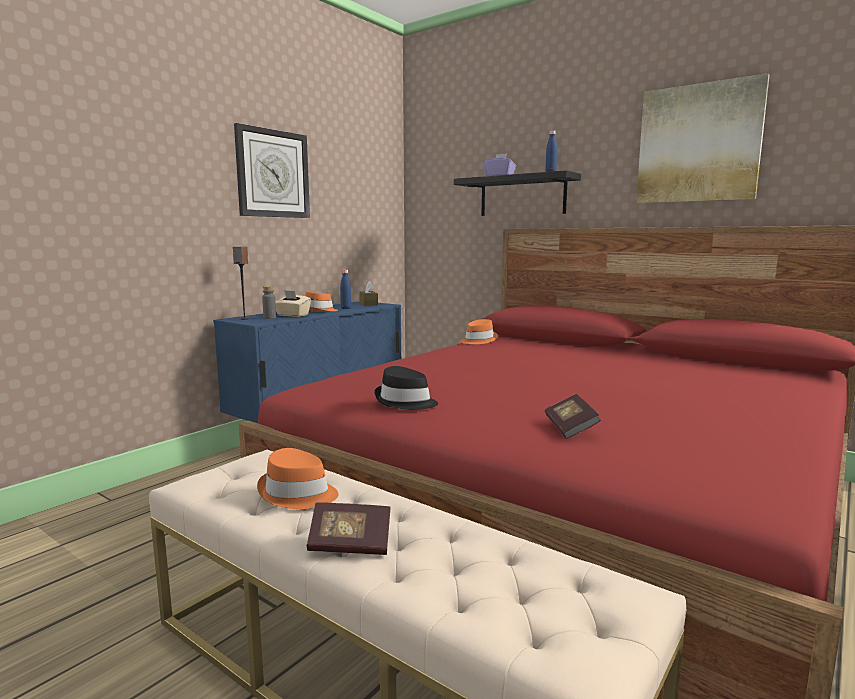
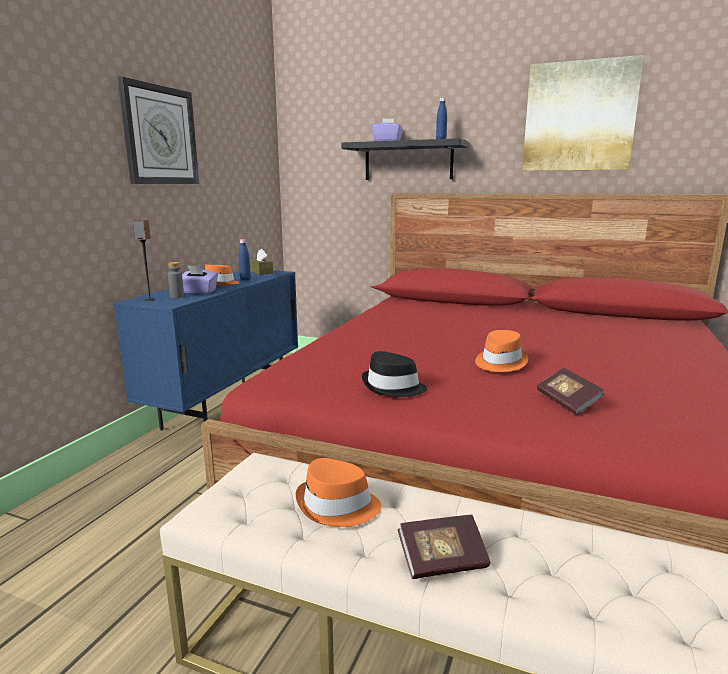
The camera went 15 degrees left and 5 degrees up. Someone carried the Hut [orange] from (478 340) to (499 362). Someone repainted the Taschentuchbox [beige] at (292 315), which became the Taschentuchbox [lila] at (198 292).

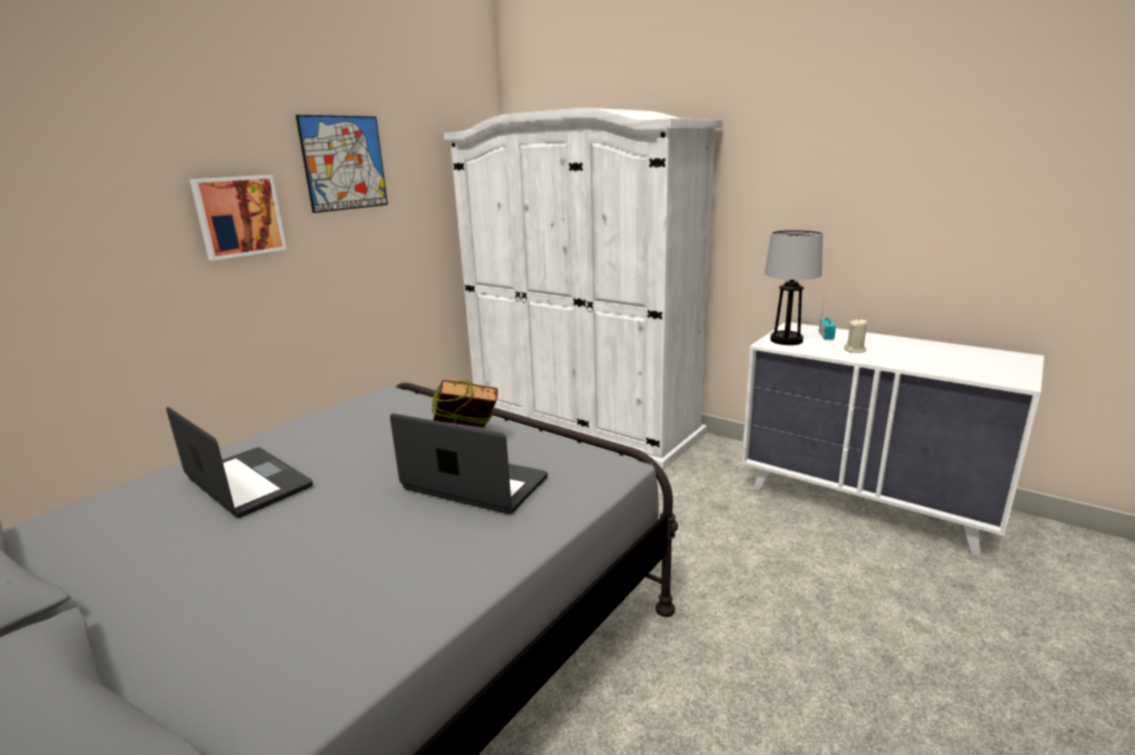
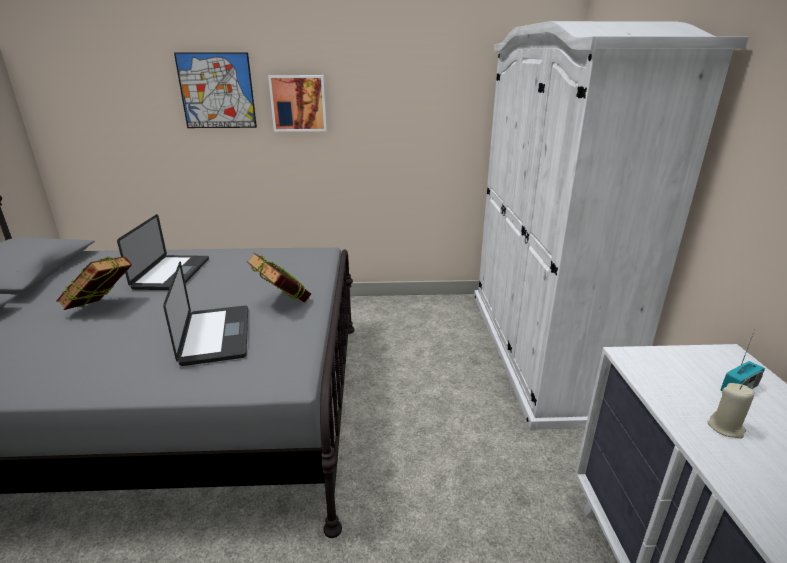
The camera went 50 degrees right and 5 degrees up. Someone took away the Tischlampe at (787 340). Someone put down the Buch at (103 308). Someone carried the Bild from (344 163) to (217 91).

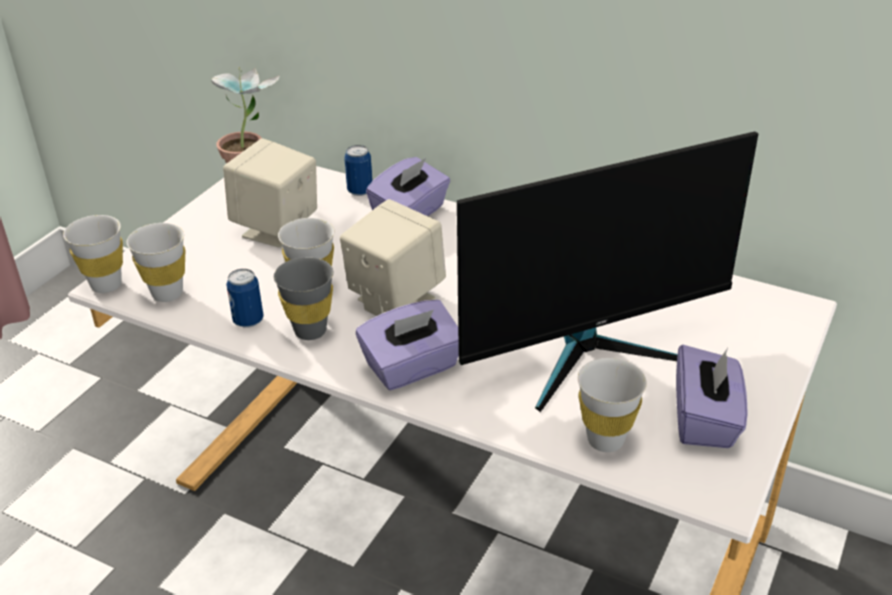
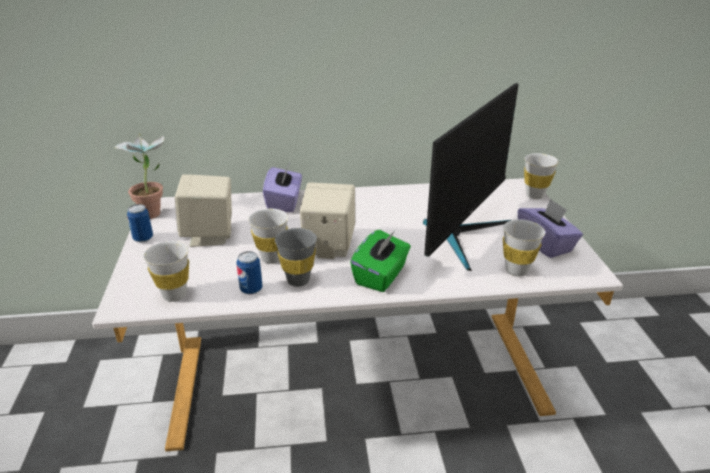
The camera went 35 degrees left and 5 degrees down. Someone carried the Tasse [weiß] from (106 285) to (534 195). Someone carried the Dose from (360 191) to (143 238). Someone repainted the Taschentuchbox [lila] at (412 367), which became the Taschentuchbox [grün] at (381 276).

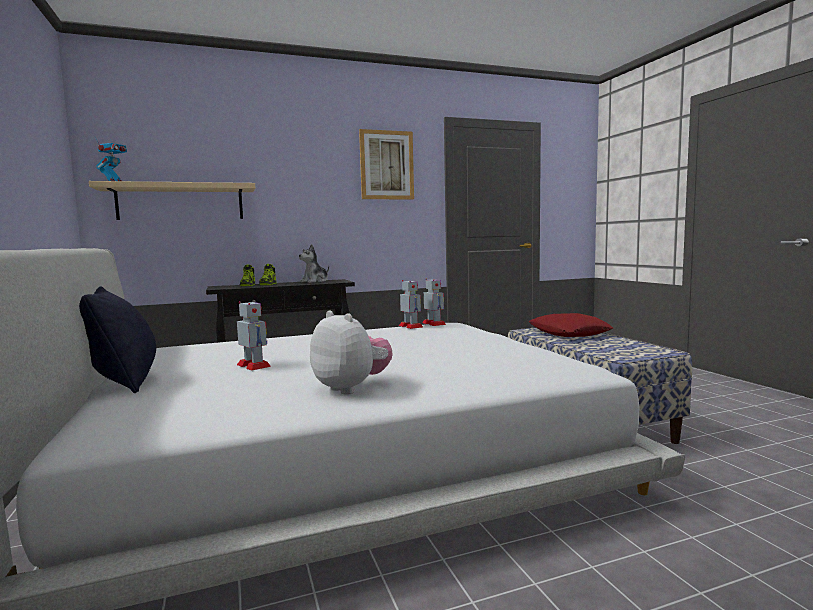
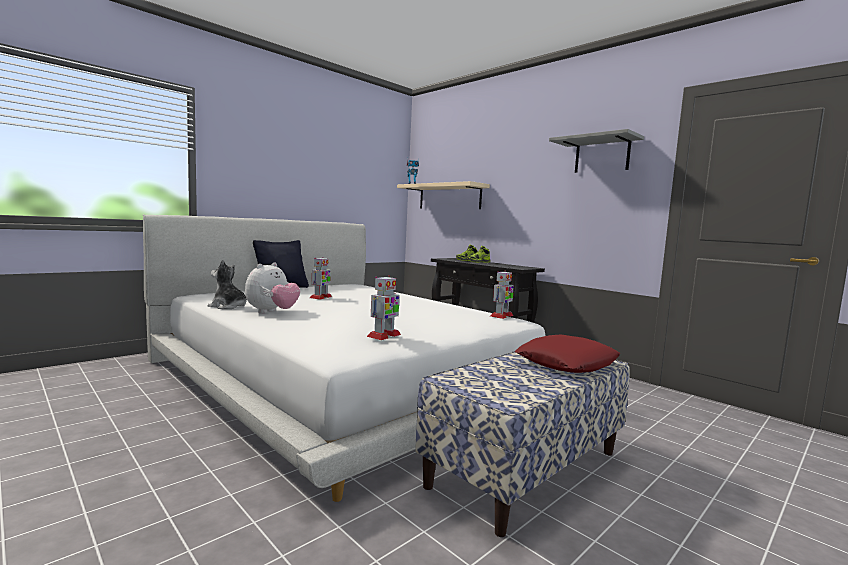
The camera went 65 degrees right and 0 degrees up. Someone carried the Plüschtier from (315 281) to (228 306). Someone carried the Spielzeugroboter from (411 326) to (384 336). Someone swapped the Bild at (386 165) for the Wandregal [grau] at (602 155).

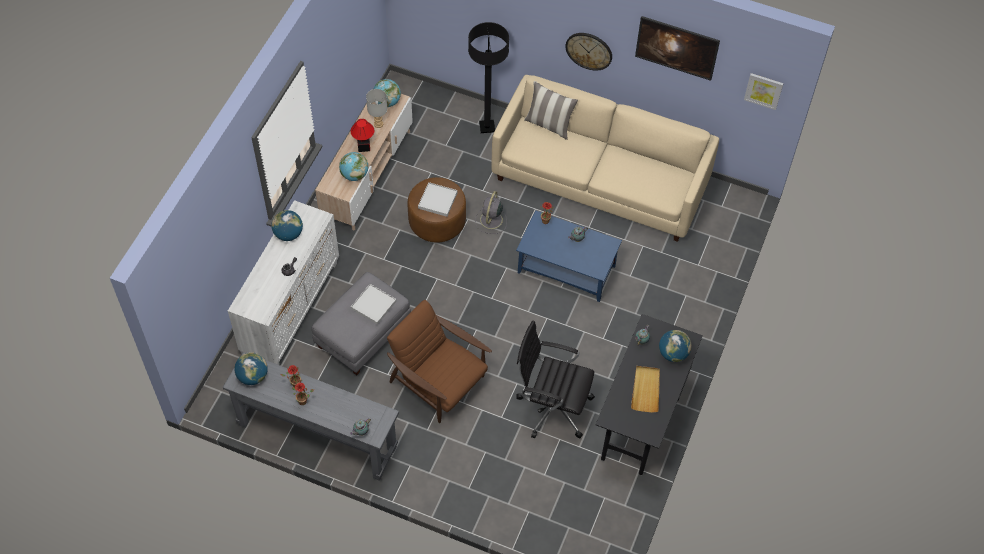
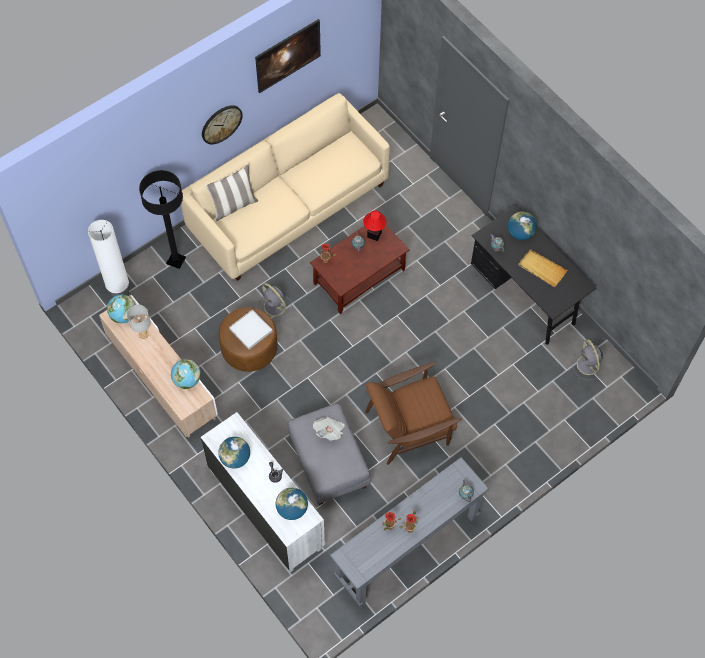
The camera went 60 degrees left and 5 degrees up. Someone took away the Bürostuhl [schwarz] at (552 407). Someone took away the Bild at (763 90). Someone put down the Stehlampe [weiß] at (120 292). Someone put down the Ventilator [grau] at (588 366). Someone carried the Globus from (253 376) to (292 509). Someone carried the Tischlampe from (364 147) to (374 234). Someone swapped the Tablett [weiß] at (374 305) for the Zeitung at (329 431). Someone repainted the Couchtisch [blau] at (567 269), which became the Couchtisch [braun] at (359 276).

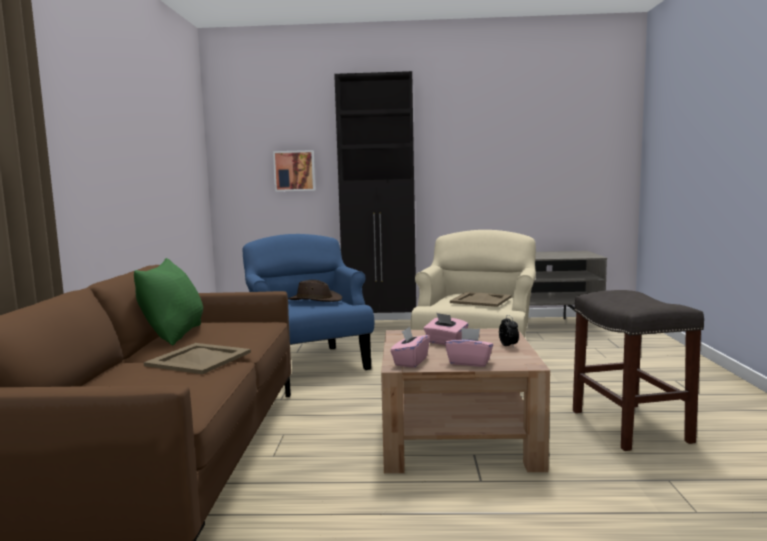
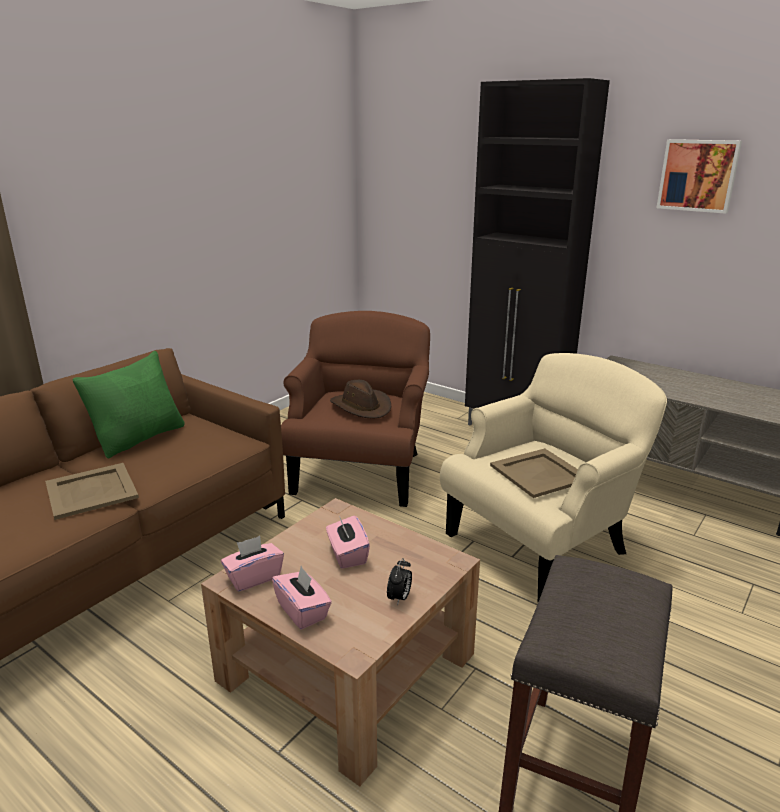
The camera went 35 degrees right and 15 degrees up. Someone carried the Bild from (294 171) to (698 175). Someone repainted the Sessel [blau] at (308 363), which became the Sessel [braun] at (360 471).

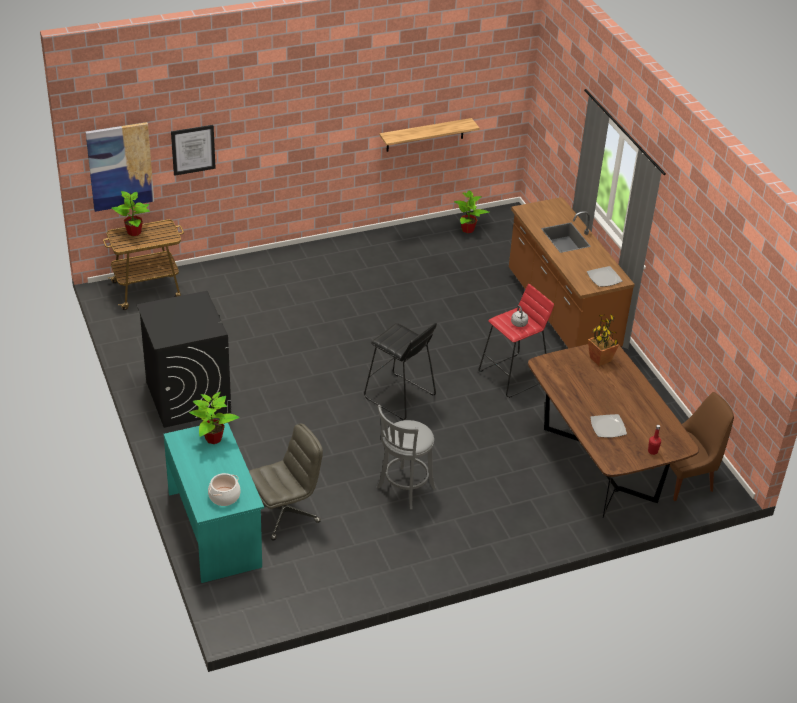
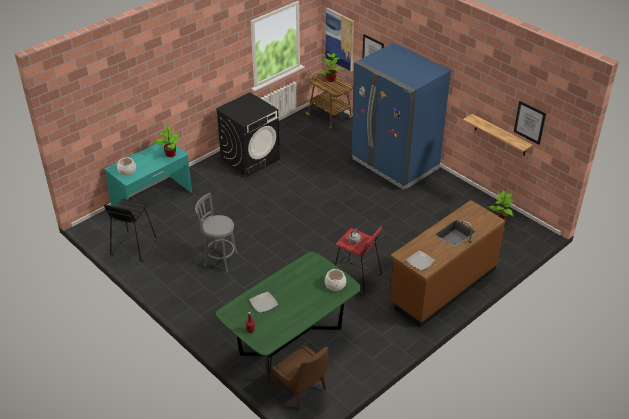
The camera went 70 degrees right and 0 degrees up. Someone took away the Bürostuhl [grau] at (285 514). Someone put down the Kühlschrank [blau] at (394 164). Someone put up the Bild at (530 122). Someone carried the Hocker [schwarz] from (399 397) to (133 247). Someone swapped the Topfpflanze at (600 359) for the Kochtopf at (335 285). Someone repainted the Esstisch [braun] at (599 465), which became the Esstisch [grün] at (291 342).

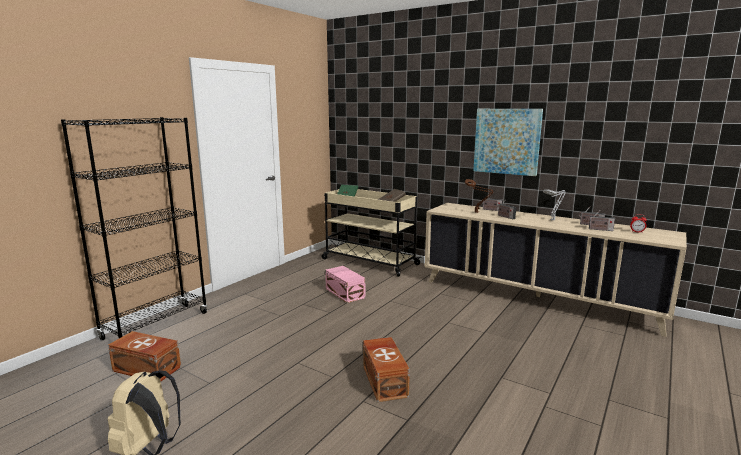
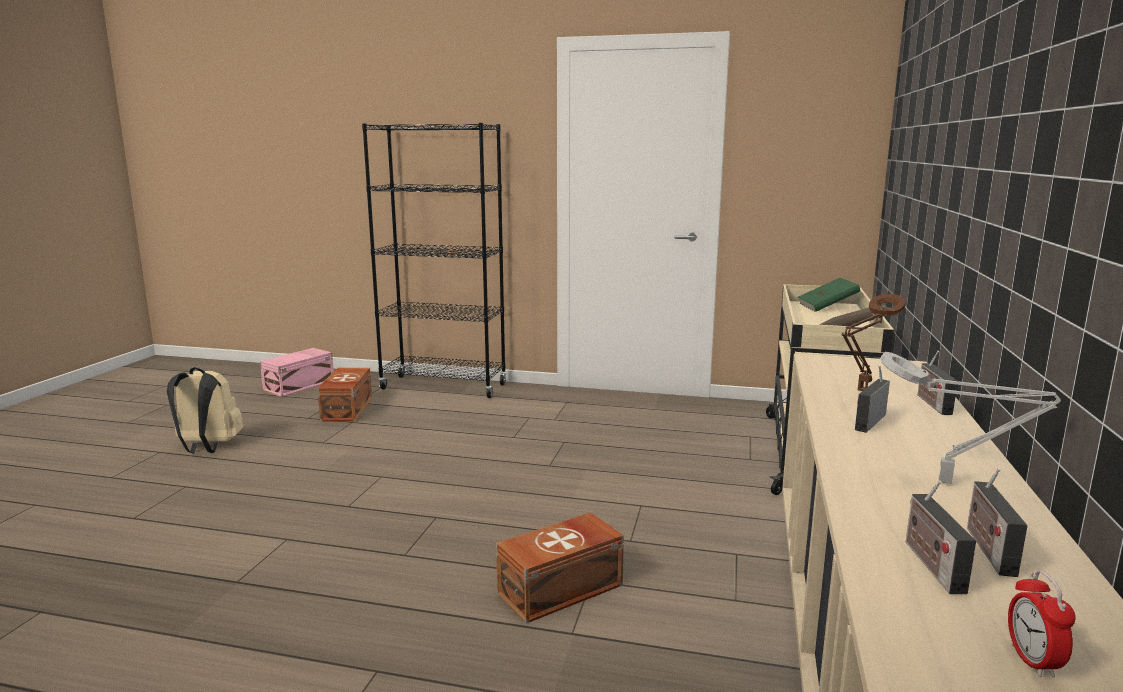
The camera went 70 degrees right and 0 degrees up. Someone took away the Bild at (507 141). Someone carried the Aufbewahrungsbox [rosa] from (345 293) to (300 385). Someone carried the Aufbewahrungsbox [braun] from (385 380) to (562 589).

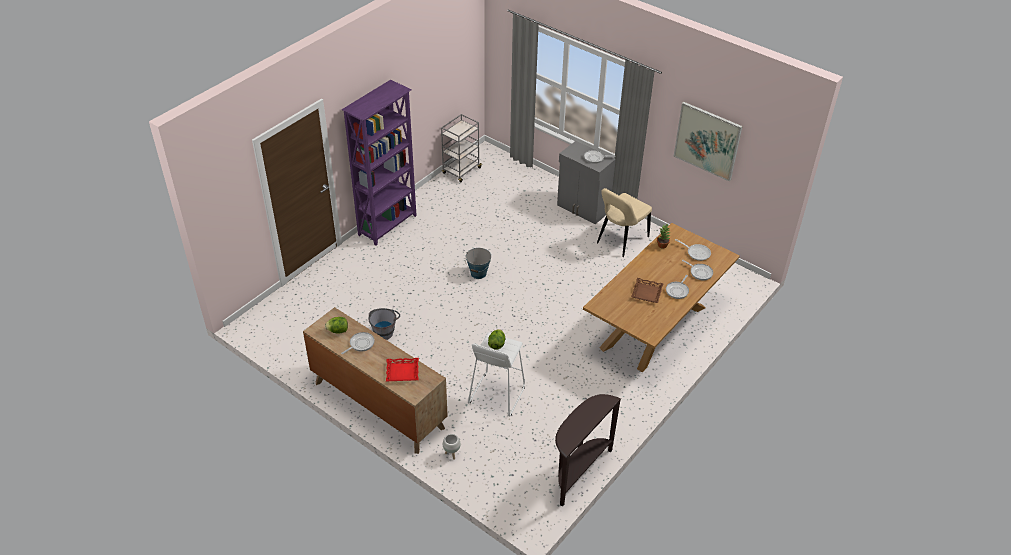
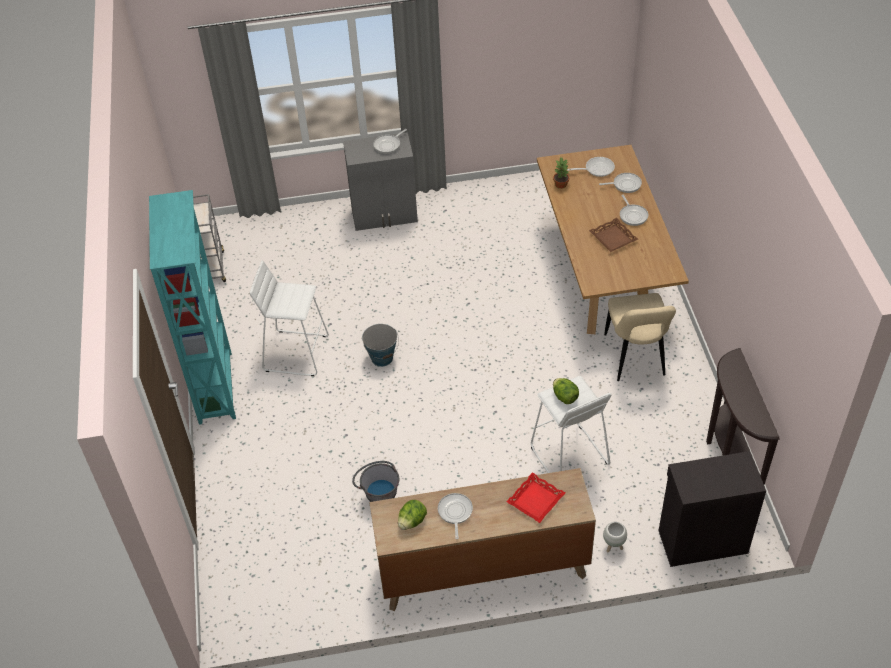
The camera went 45 degrees left and 5 degrees up. Someone took away the Bild at (707 141). Someone put down the Hocker [weiß] at (296 352). Someone put down the Schrank [schwarz] at (701 540). Someone carried the Stuhl [beige] from (621 241) to (635 358). Someone repainted the Bücherregal [lila] at (388 225), which became the Bücherregal [türkis] at (216 387).

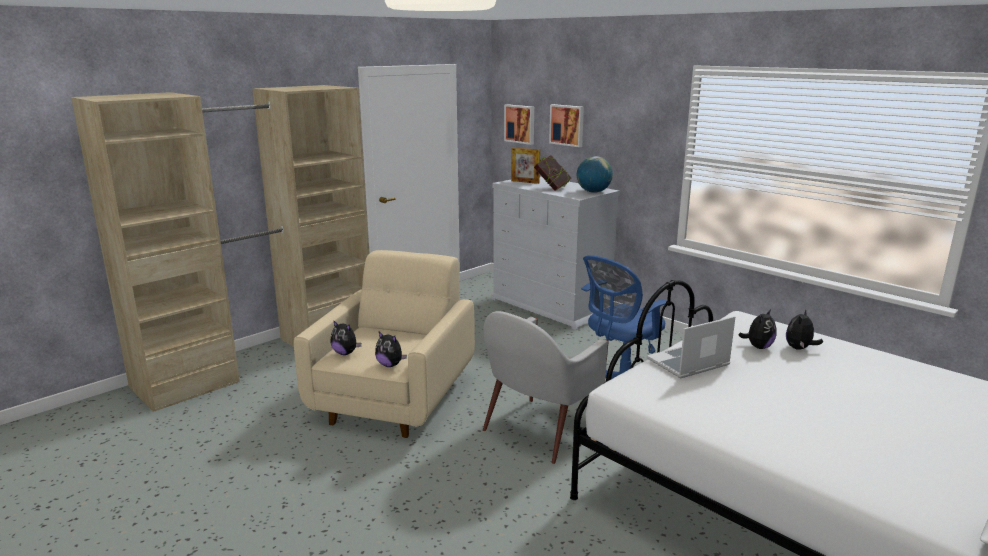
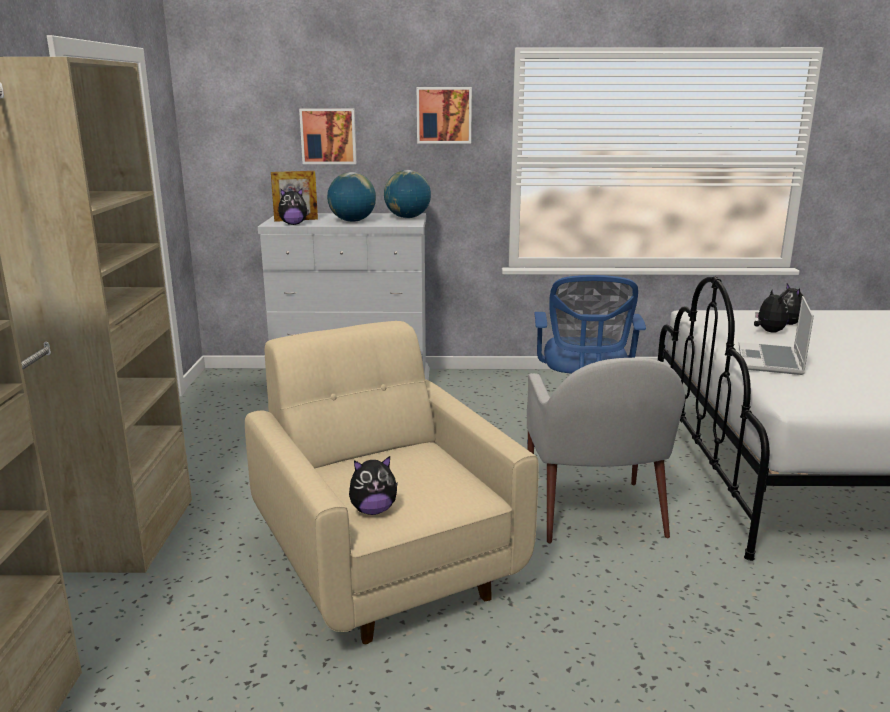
The camera went 45 degrees left and 0 degrees up. Someone carried the Plüschtier from (390 365) to (293 224). Someone carried the Bild from (520 124) to (444 115). Someone swapped the Buch at (552 188) for the Globus at (352 221).

